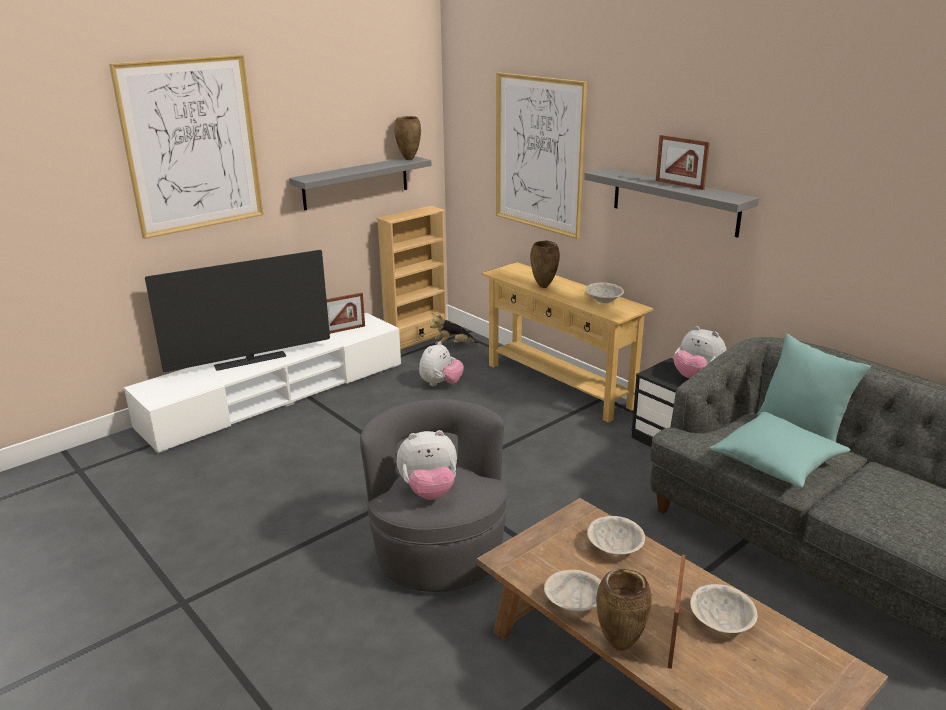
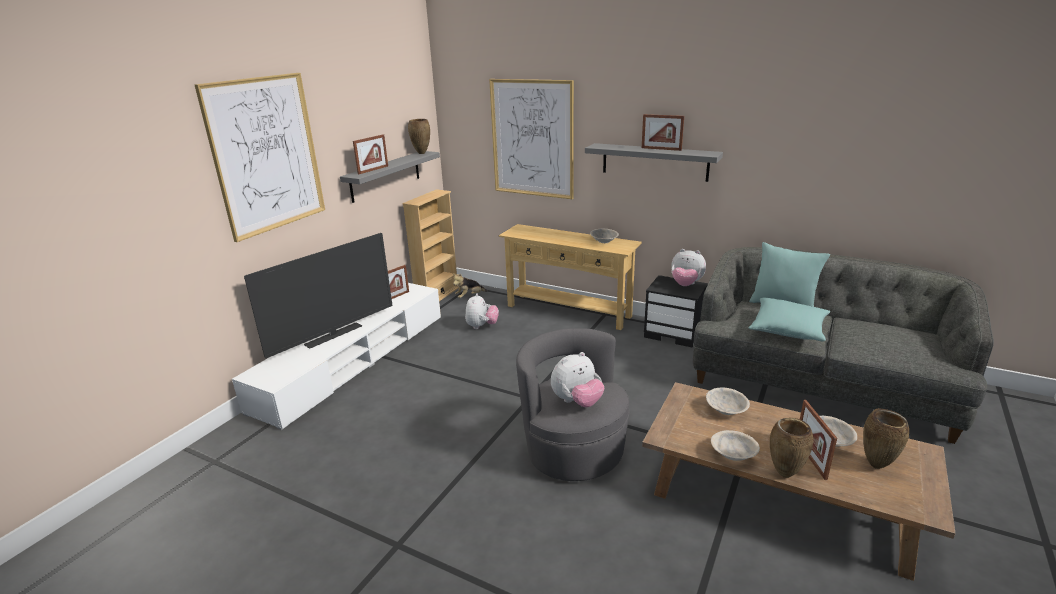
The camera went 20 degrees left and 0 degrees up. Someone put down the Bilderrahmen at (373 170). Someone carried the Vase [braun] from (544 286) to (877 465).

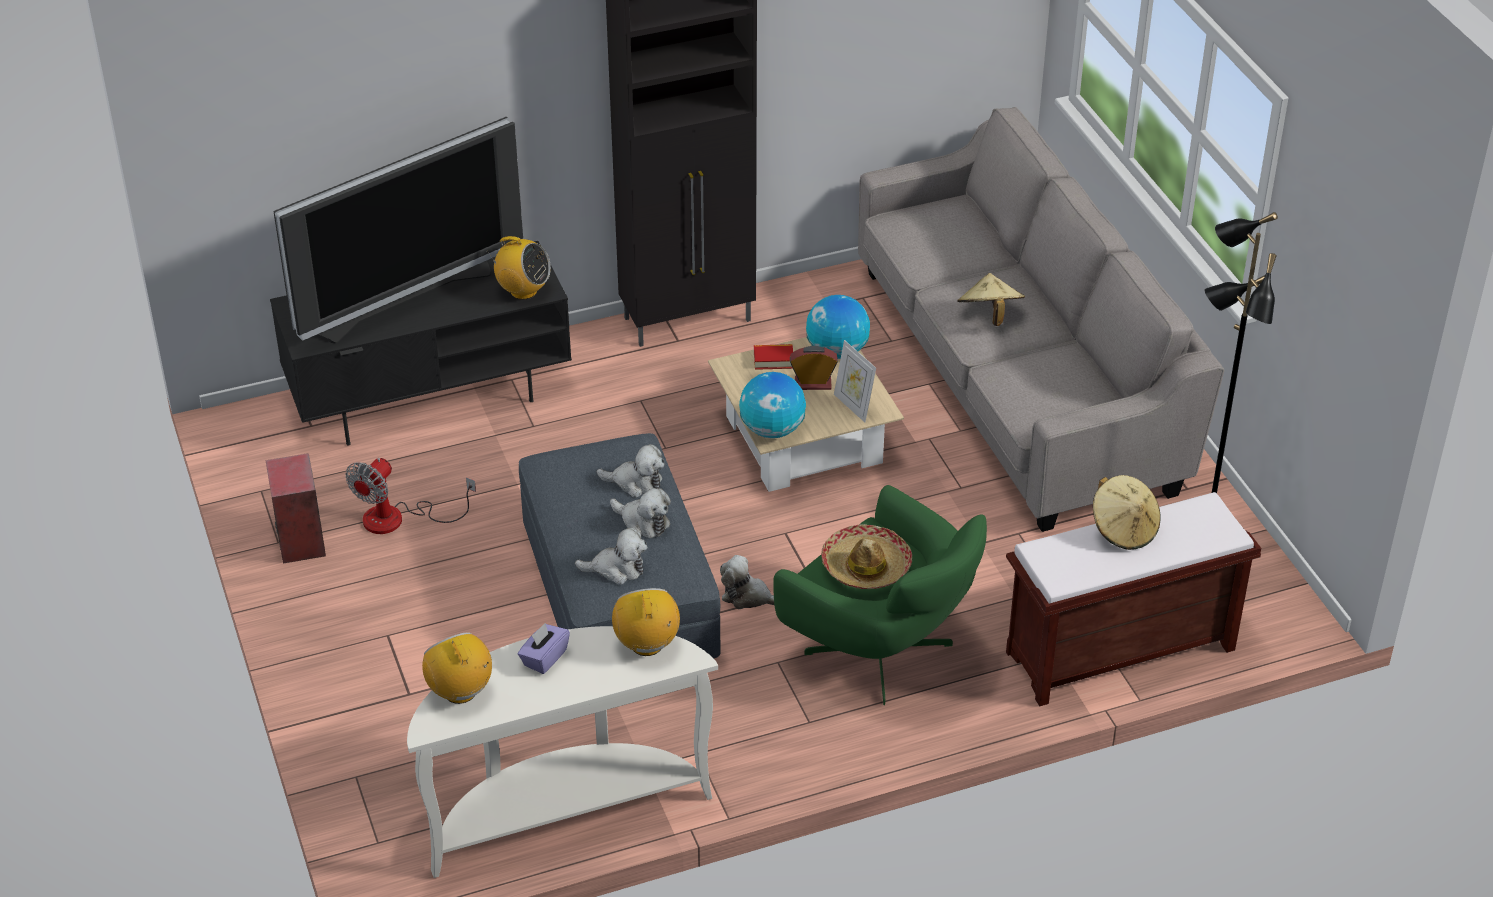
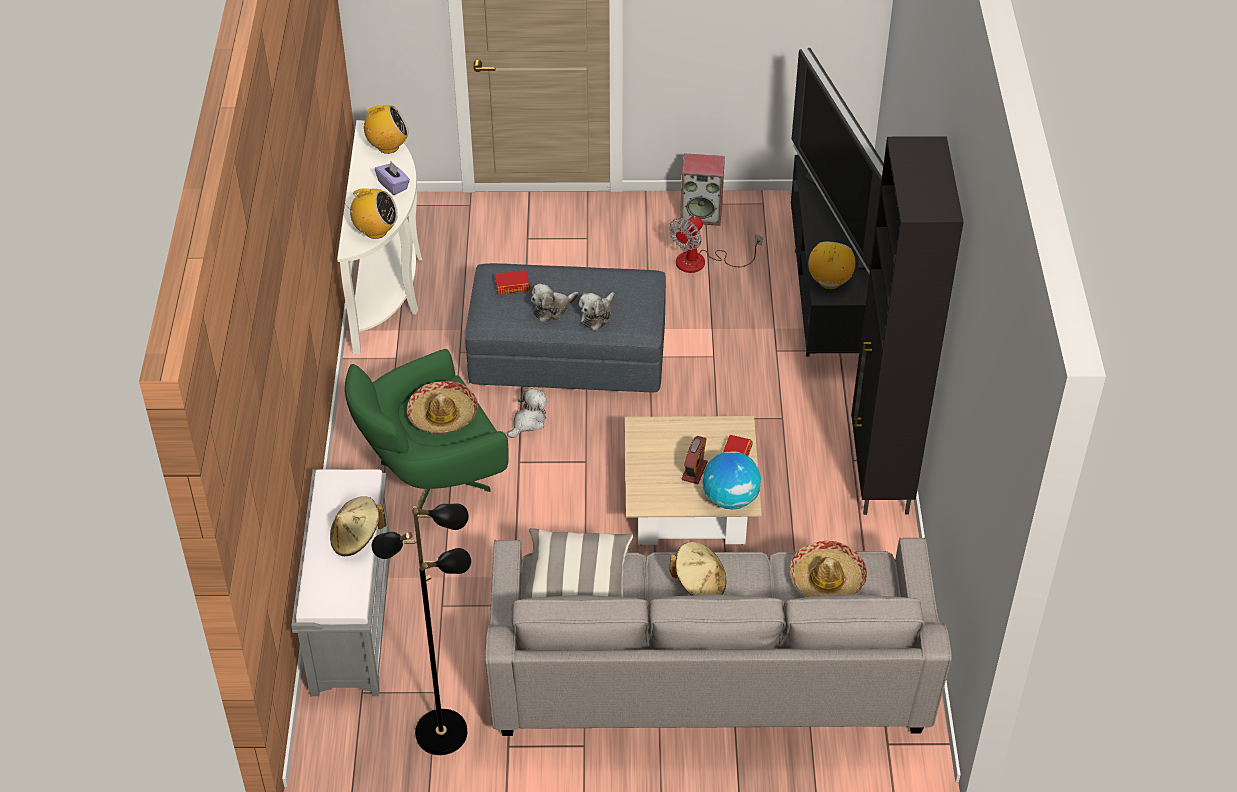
The camera went 110 degrees right and 5 degrees up. Someone took away the Globus at (772 430). Someone took away the Bilderrahmen at (853 406). Someone put down the Kissen at (577 583). Someone put down the Hut at (827 579). Someone swapped the Plüschtier at (616 569) for the Buch at (512 286). Someone repainted the Bank [braun] at (1118 652), which became the Bank [grau] at (351 619). Someone rotated the Ventilator at (398 519) by 105 degrees counterclockwise. Someone rotated the Radio at (523 291) by 150 degrees clockwise.

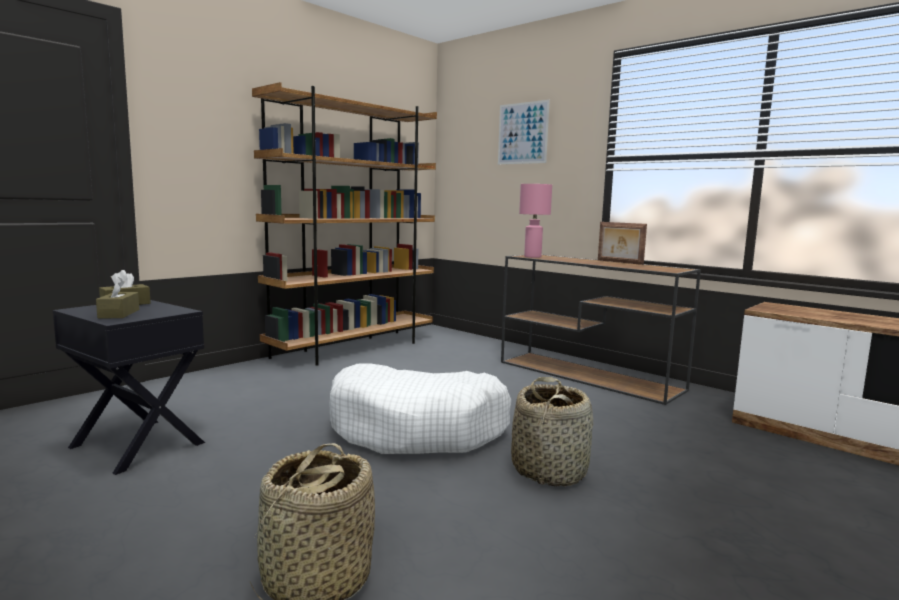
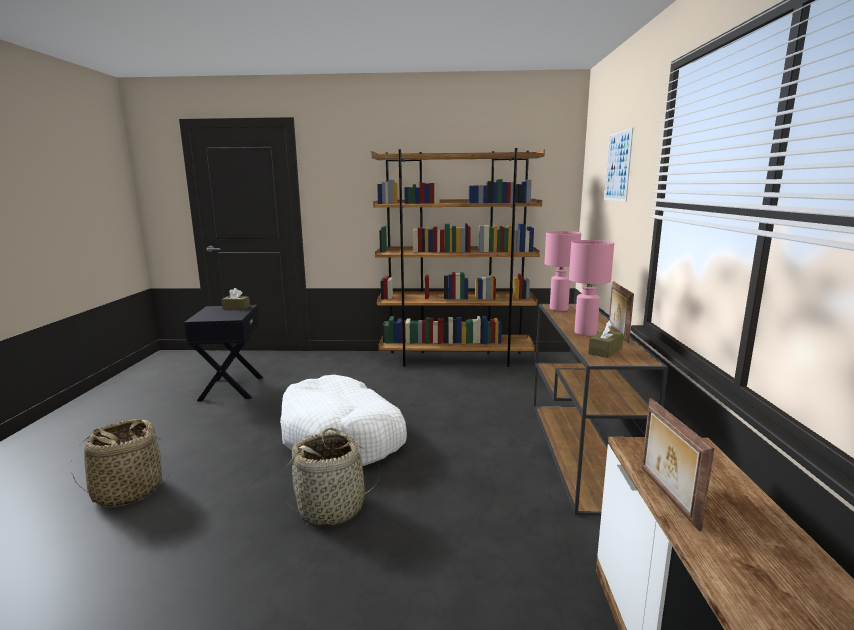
The camera went 50 degrees right and 5 degrees up. Someone put down the Tischlampe [rosa] at (585 333). Someone put down the Bilderrahmen at (666 496). Someone carried the Taschentuchbox [braun] from (119 314) to (605 351).

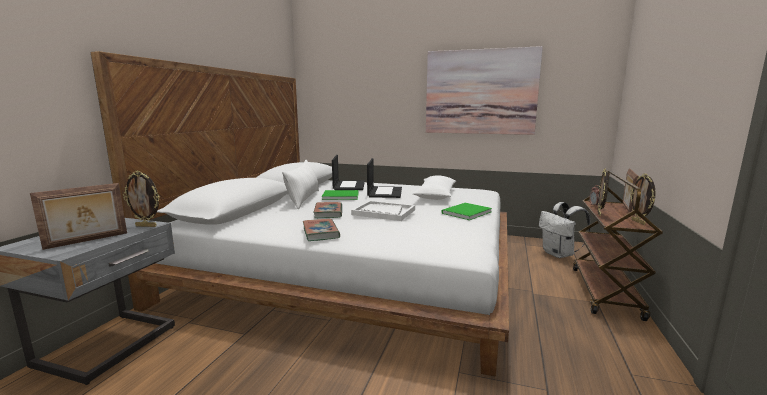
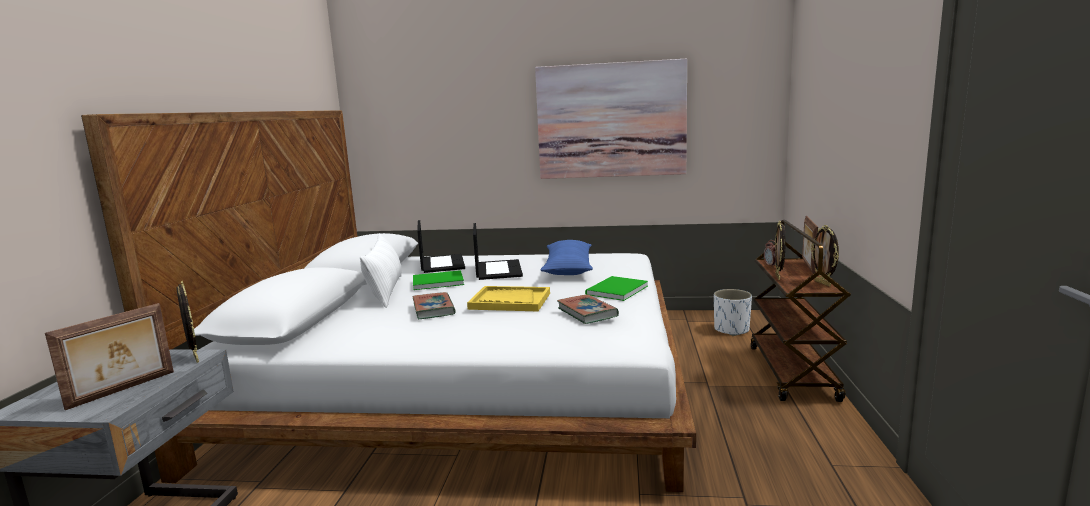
The camera went 10 degrees left and 0 degrees up. Someone carried the Buch from (320 233) to (587 313). Someone swapped the Rucksack [weiß] at (559 254) for the Pflanzkübel [weiß] at (731 330). Someone repainted the Tablett [weiß] at (383 212), which became the Tablett [gelb] at (509 301). Someone repainted the Kissen [weiß] at (435 195), which became the Kissen [blau] at (568 268). Someone rotated the Bilderrahmen at (146 226) by 120 degrees counterclockwise.

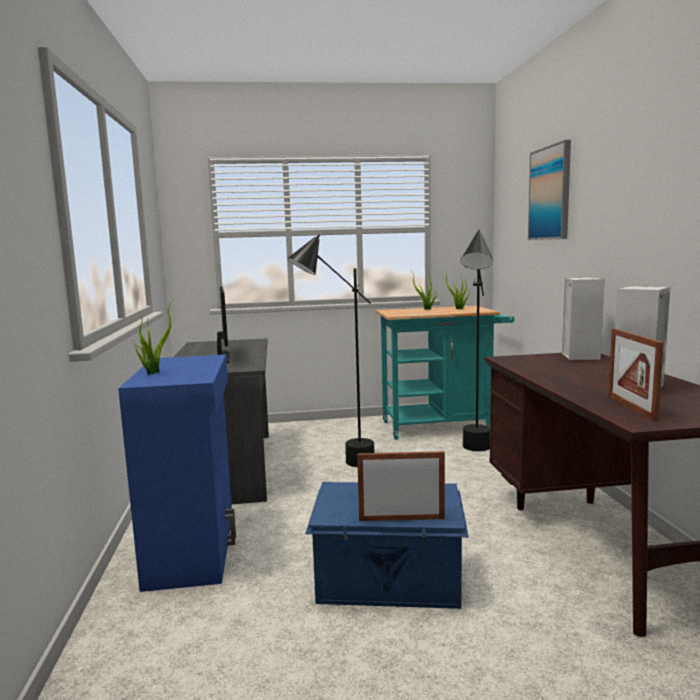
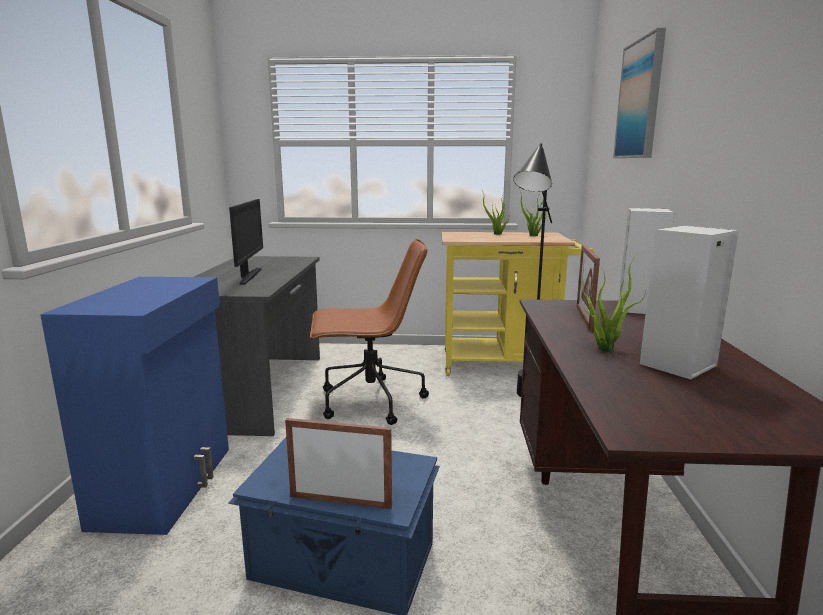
The camera went 10 degrees right and 5 degrees up. Someone carried the Topfpflanze from (153 372) to (604 348). Someone carried the Bilderrahmen from (631 407) to (584 318). Someone swapped the Stehlampe [schwarz] at (337 466) for the Bürostuhl [braun] at (369 401). Someone repainted the Rollwagen [türkis] at (442 426), which became the Rollwagen [gelb] at (506 365).

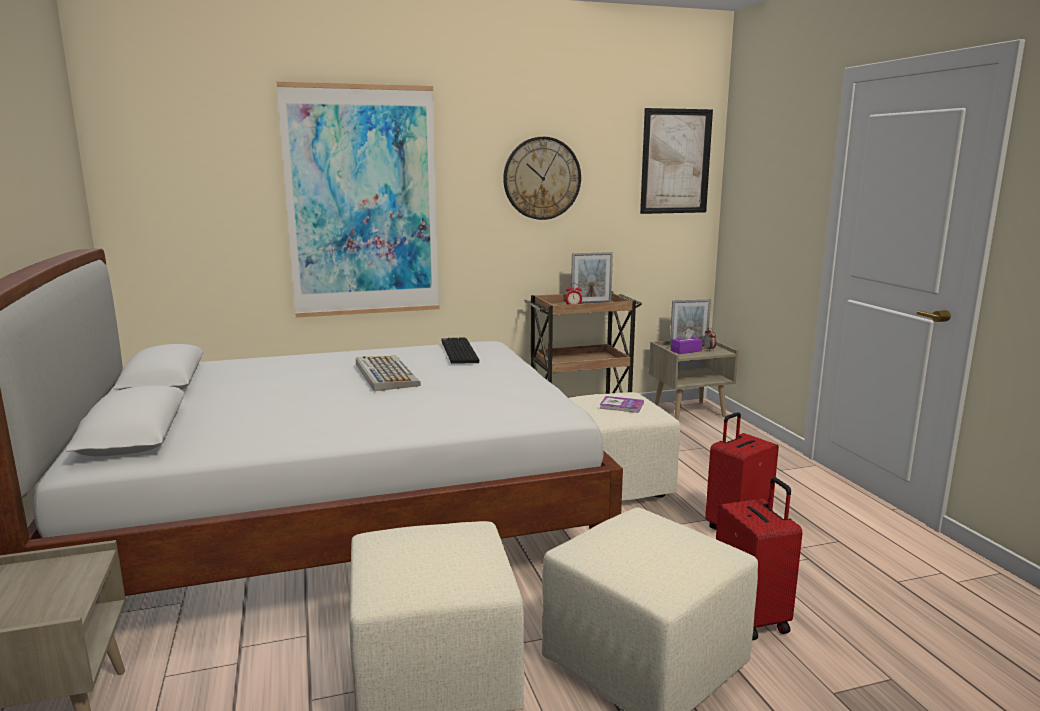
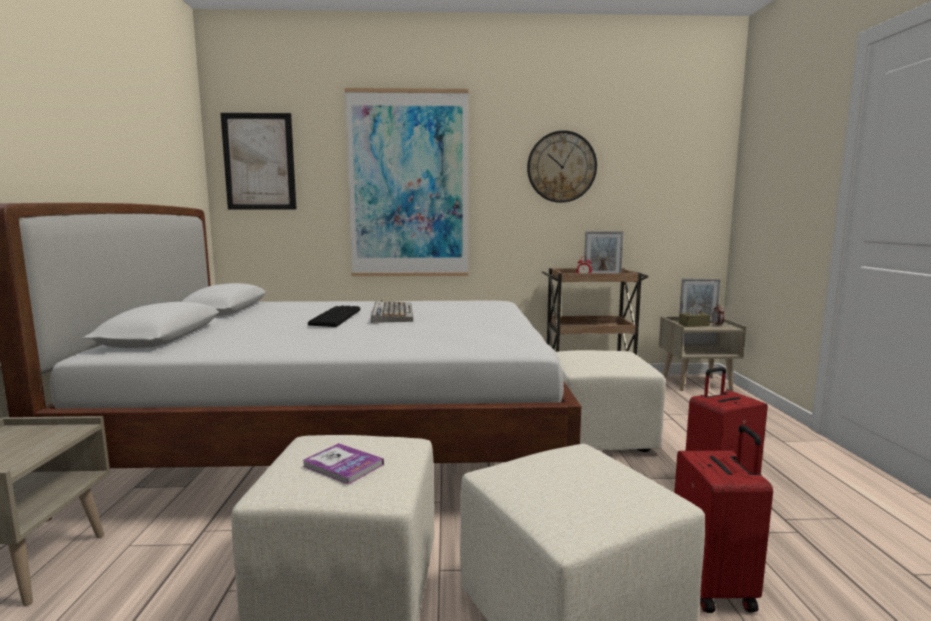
The camera went 15 degrees right and 5 degrees down. Someone carried the Tastatur from (457 352) to (335 317). Someone carried the Buch from (621 406) to (343 465). Someone carried the Bild from (675 161) to (259 162). Someone repainted the Taschentuchbox [lila] at (686 351), which became the Taschentuchbox [braun] at (693 325).

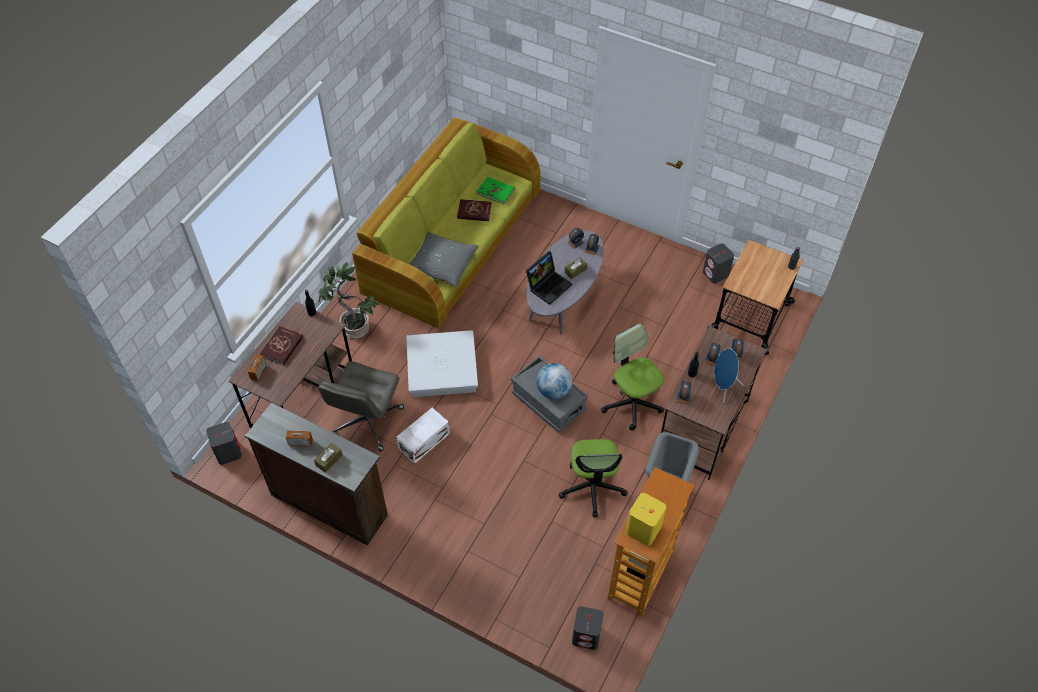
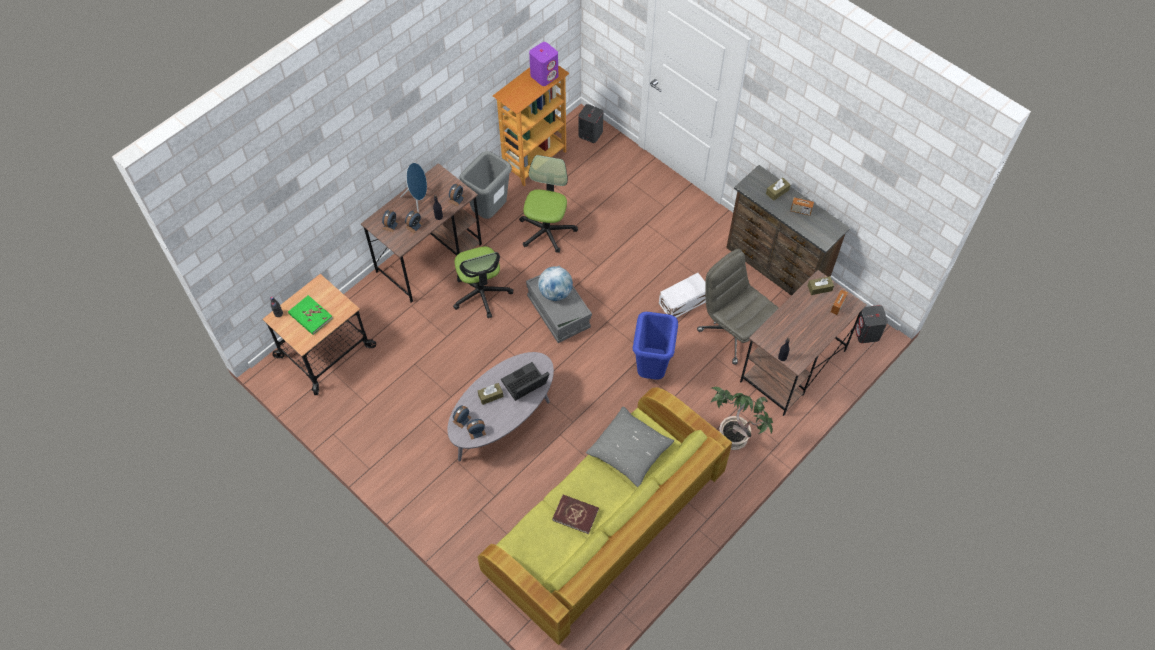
The camera went 165 degrees left and 5 degrees up. Someone took away the Buch [rot] at (282 346). Someone took away the Lautsprecher [grau] at (715 274). Someone put down the Taschentuchbox [braun] at (819 288). Someone carried the Buch [grün] from (495 191) to (310 316). Someone swapped the Aufbewahrungsbox [weiß] at (442 368) for the Mülleimer [blau] at (651 370). Someone repainted the Lautsprecher [gelb] at (643 529), which became the Lautsprecher [lila] at (544 76). Someone rotated the Bürostuhl [grau] at (367 422) by 75 degrees counterclockwise.

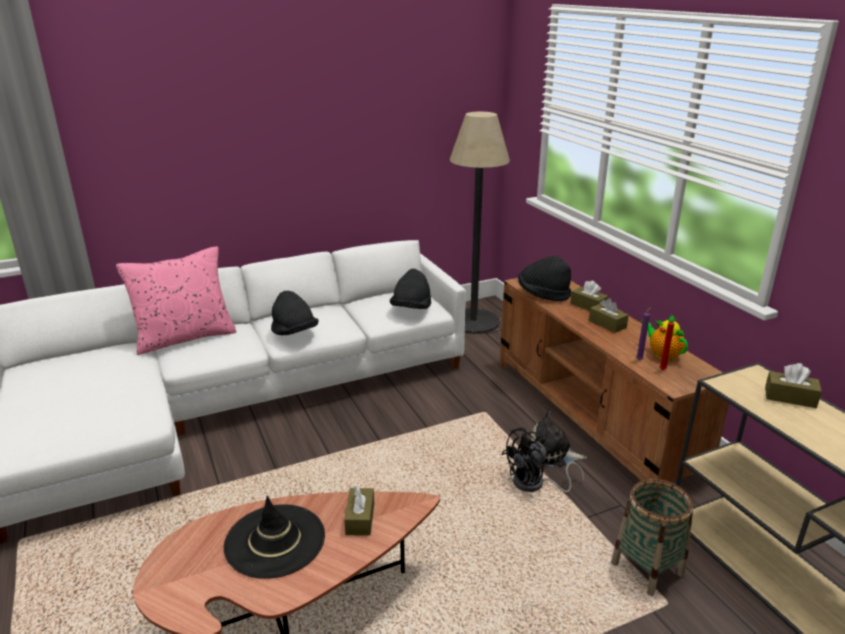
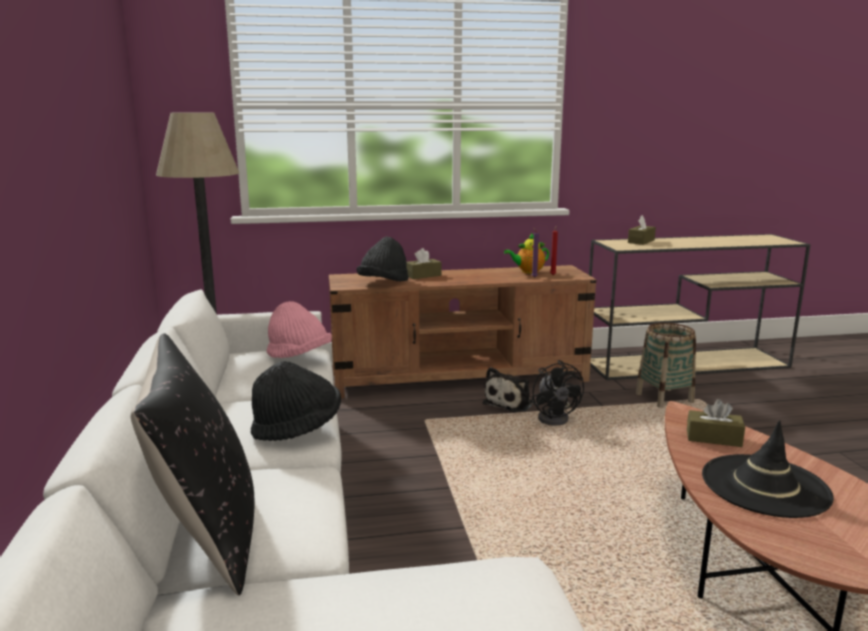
The camera went 75 degrees left and 10 degrees down. Someone took away the Taschentuchbox [braun] at (607 324). Someone repainted the Kissen [rosa] at (185 337), which became the Kissen [schwarz] at (207 534). Someone repainted the Hut [schwarz] at (411 309), which became the Hut [rosa] at (299 356).

